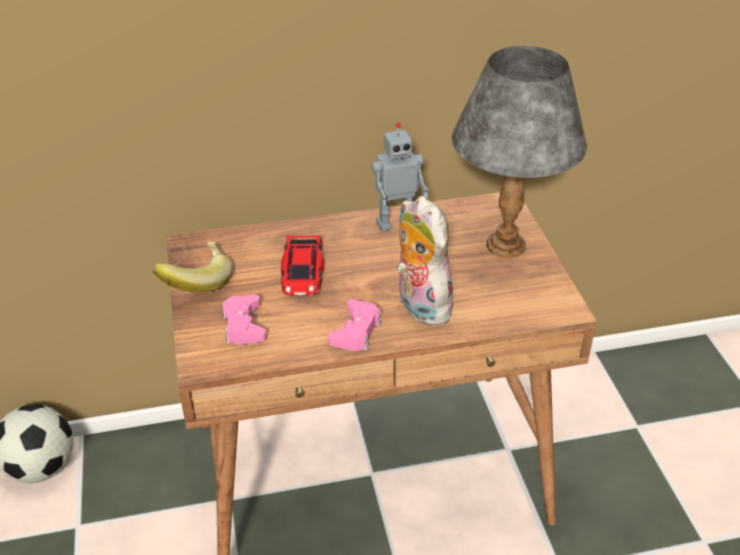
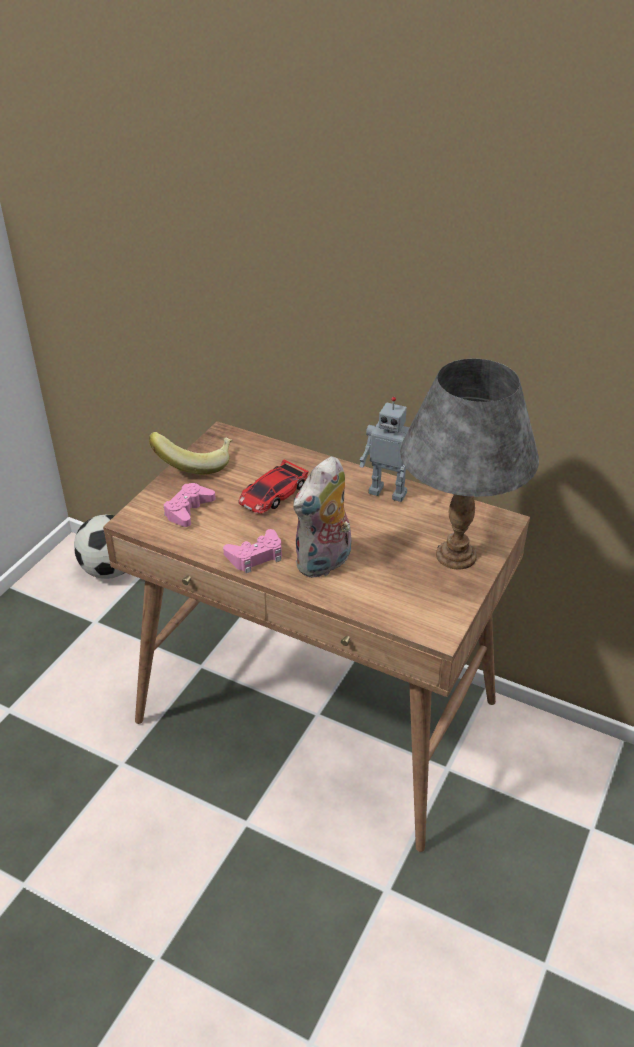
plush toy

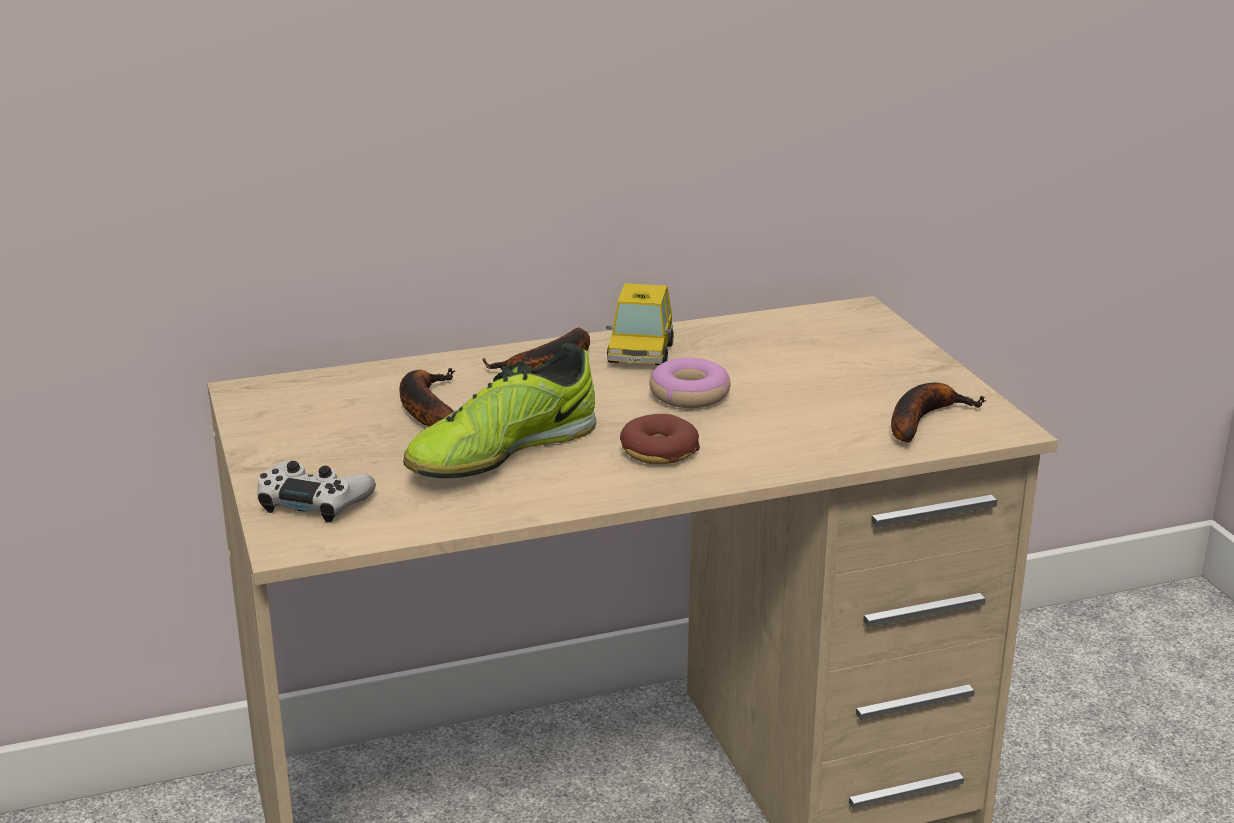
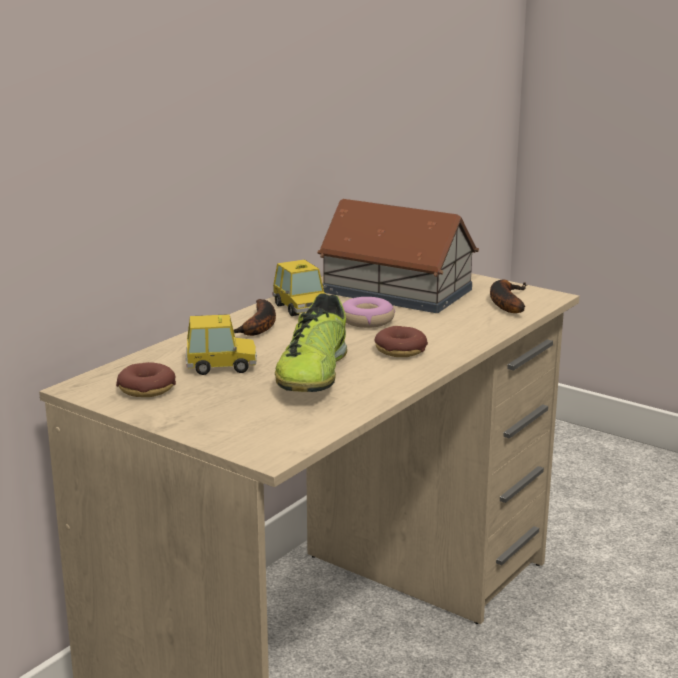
white game controller
donut (1st from left)
toy house
toy car (1st from left)

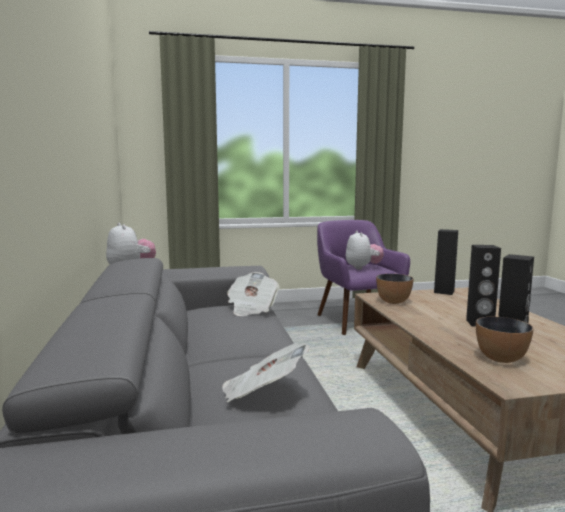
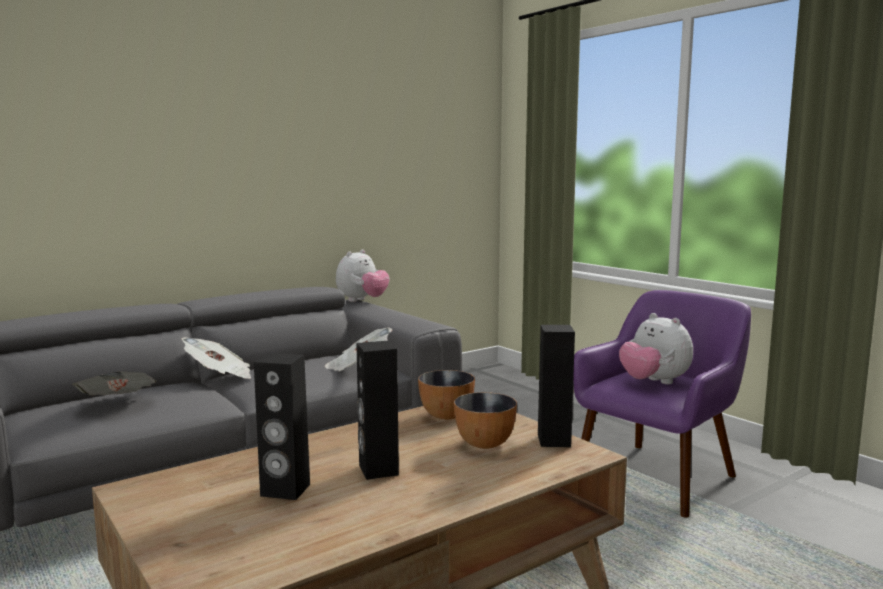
newspaper (2nd from left)
bowl (2nd from left)
plush toy (2nd from left)

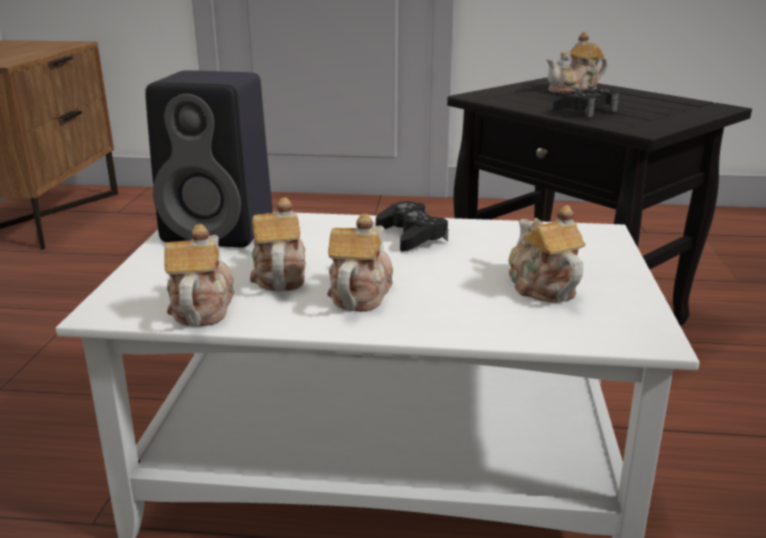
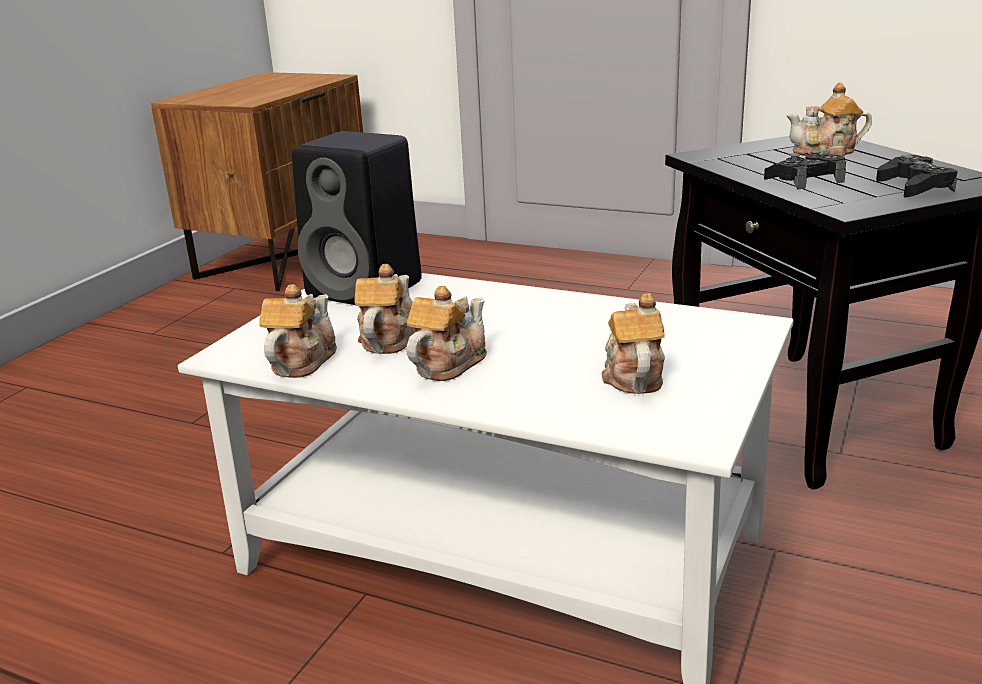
black game controller (2nd from left)

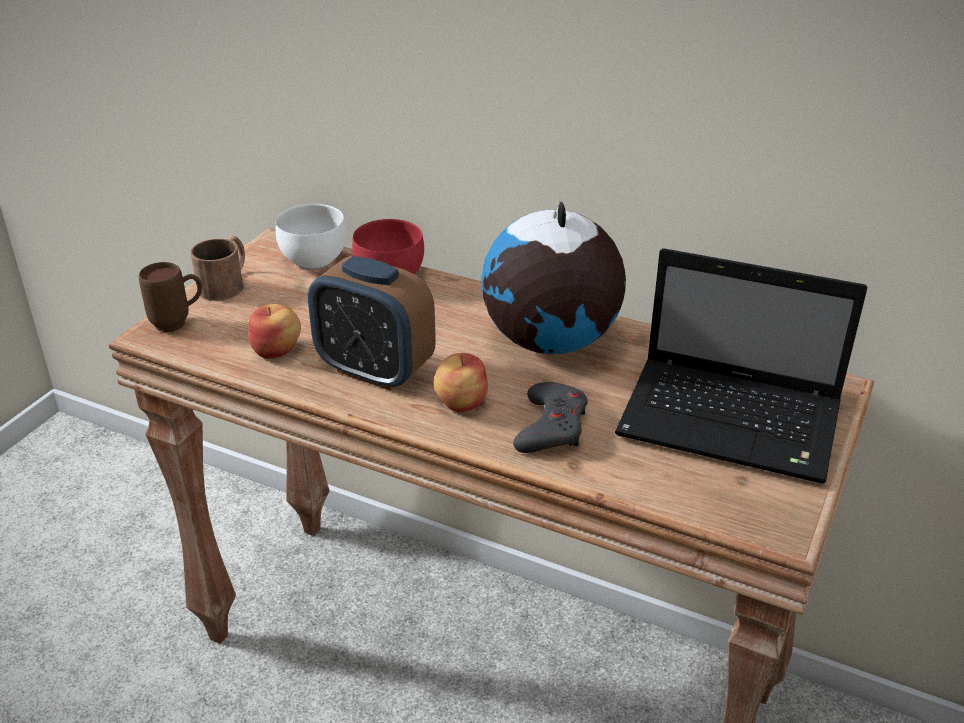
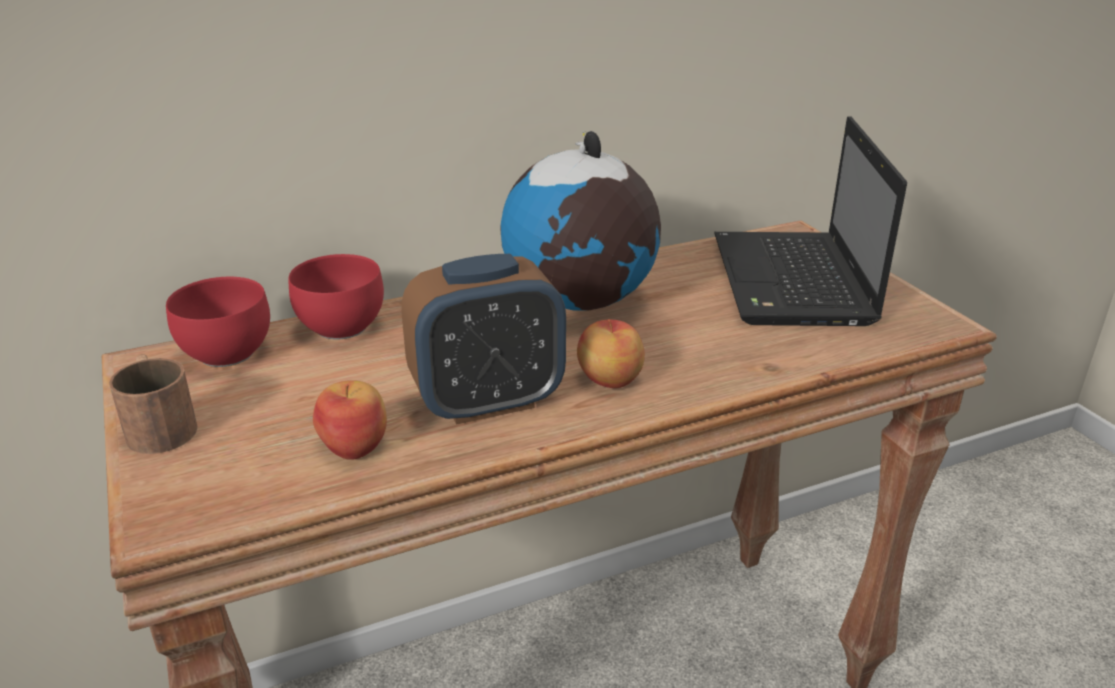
brown mug (1st from left in the first image)
grey game controller
red bowl (1st from left)
laptop

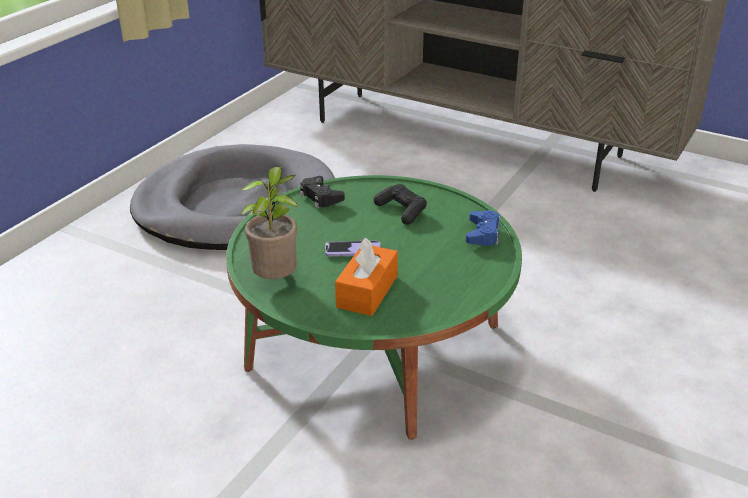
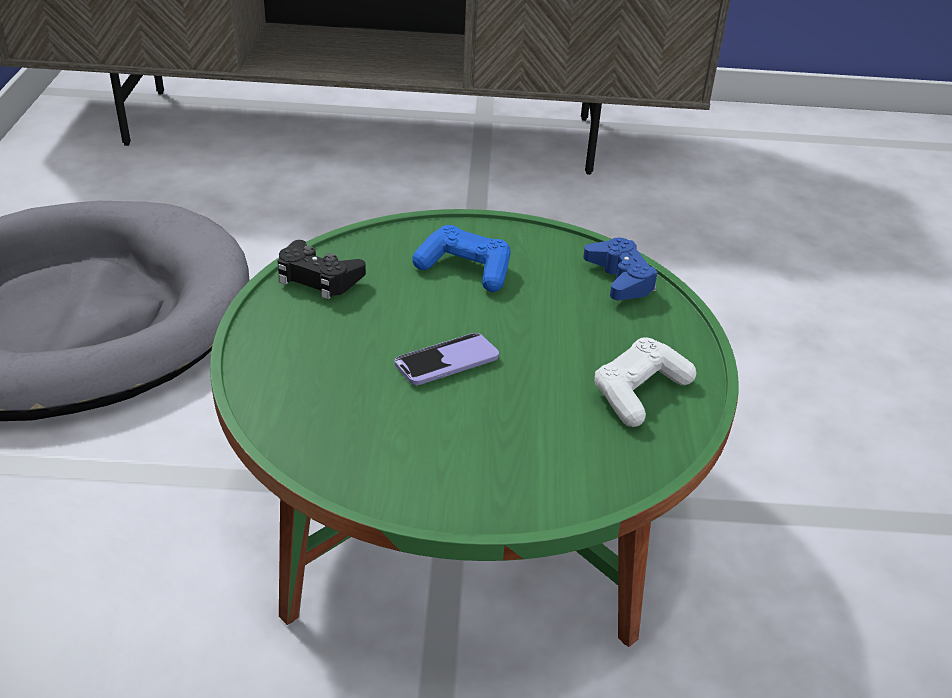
potted plant
orange tissue box
white game controller
blue game controller (1st from left)

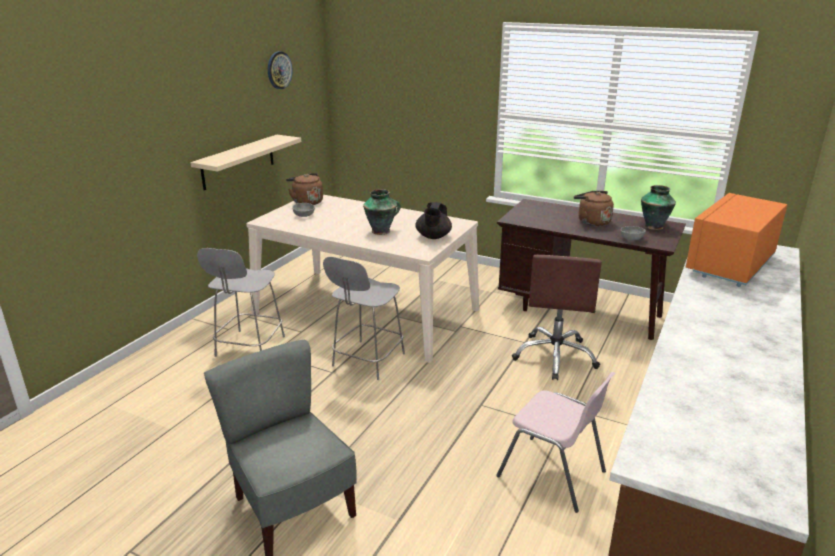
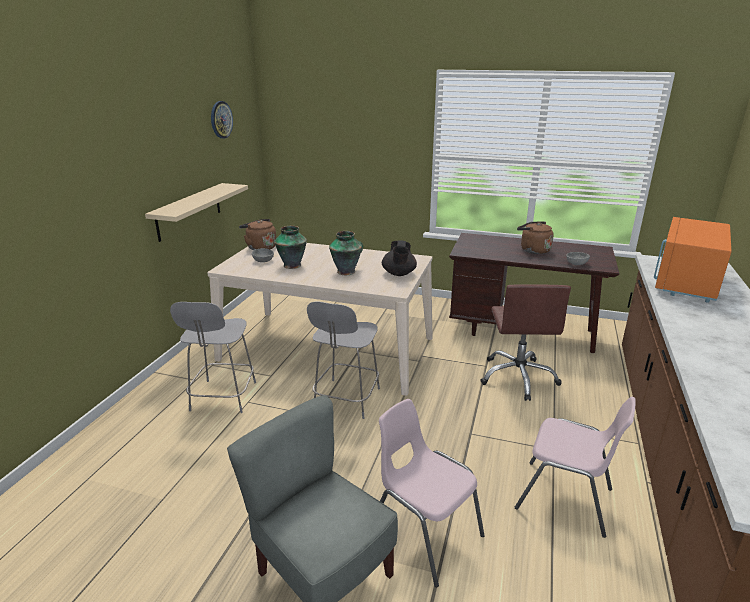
pink chair (1st from left)
vase (1st from left)

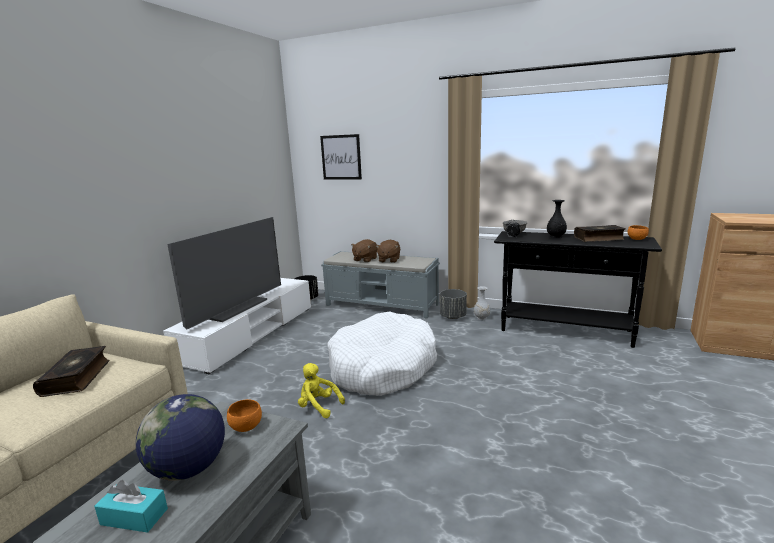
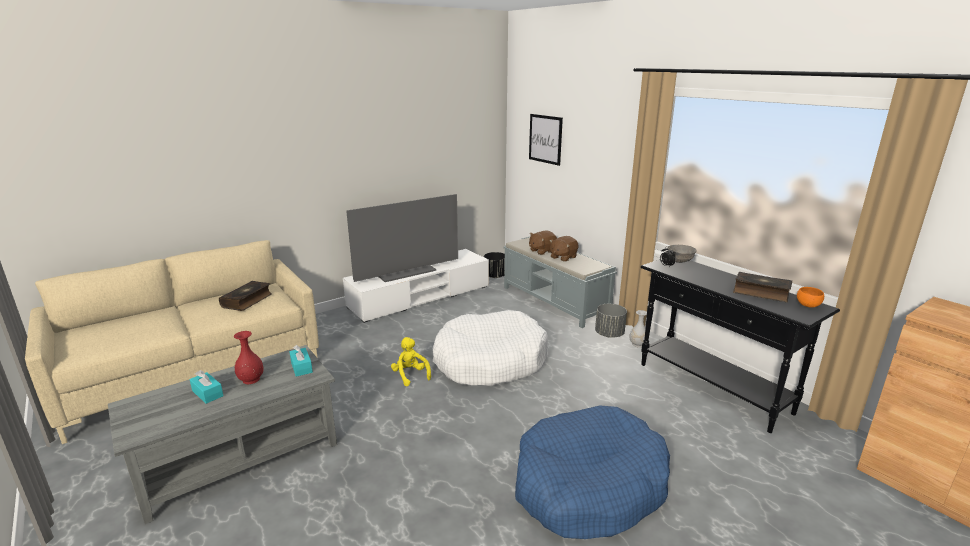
black vase
blue dog bed
red vase
turquoise tissue box (2nd from left)

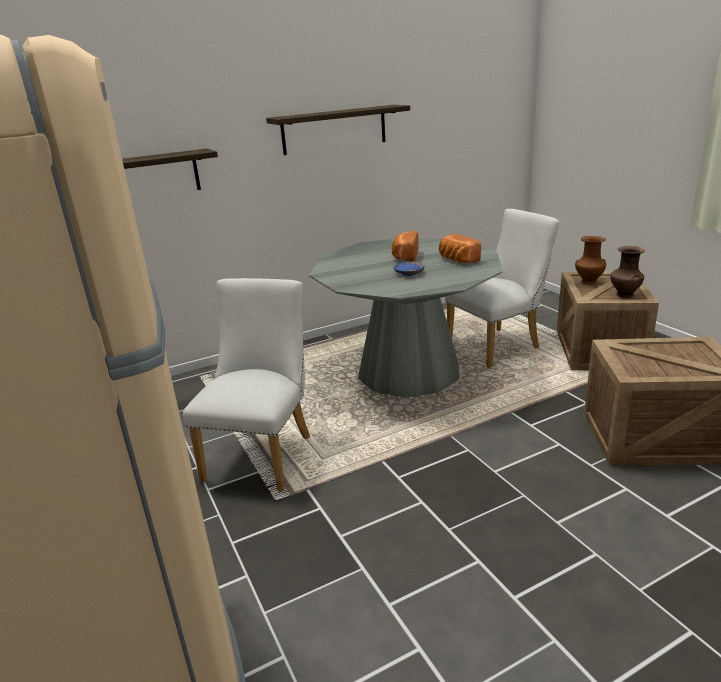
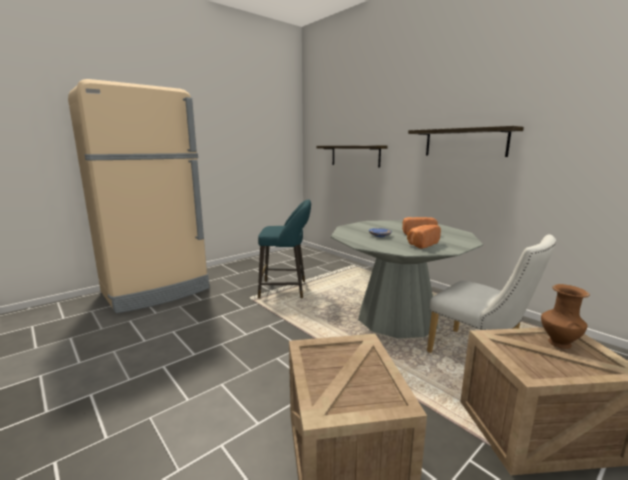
brown vase (2nd from left in the first image)
turquoise stool

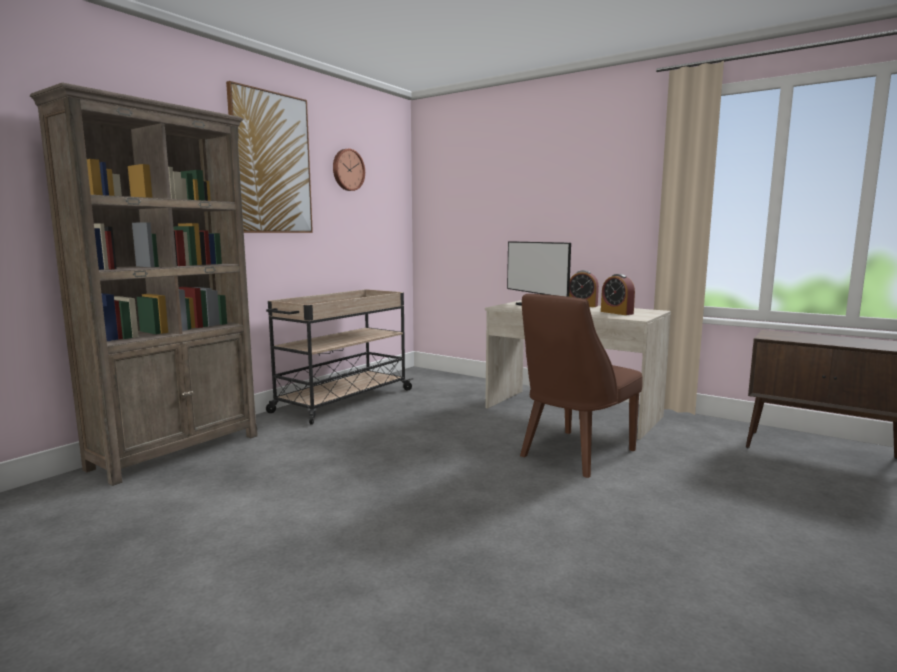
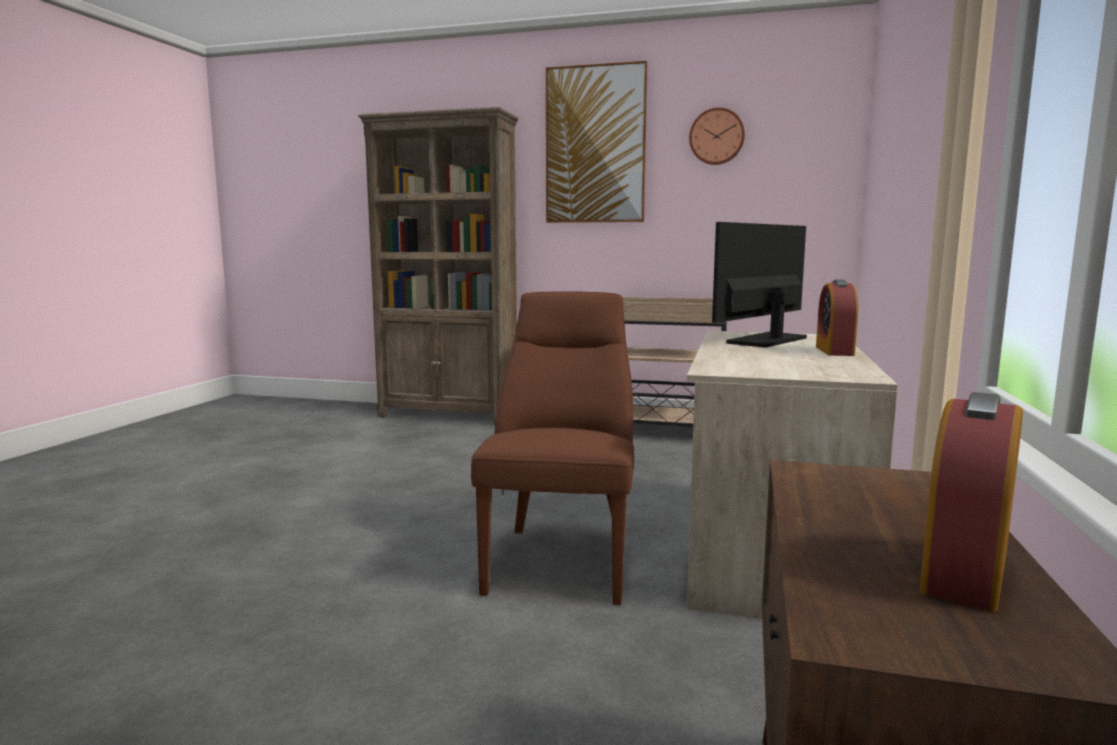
alarm clock (2nd from left)
brown chair

